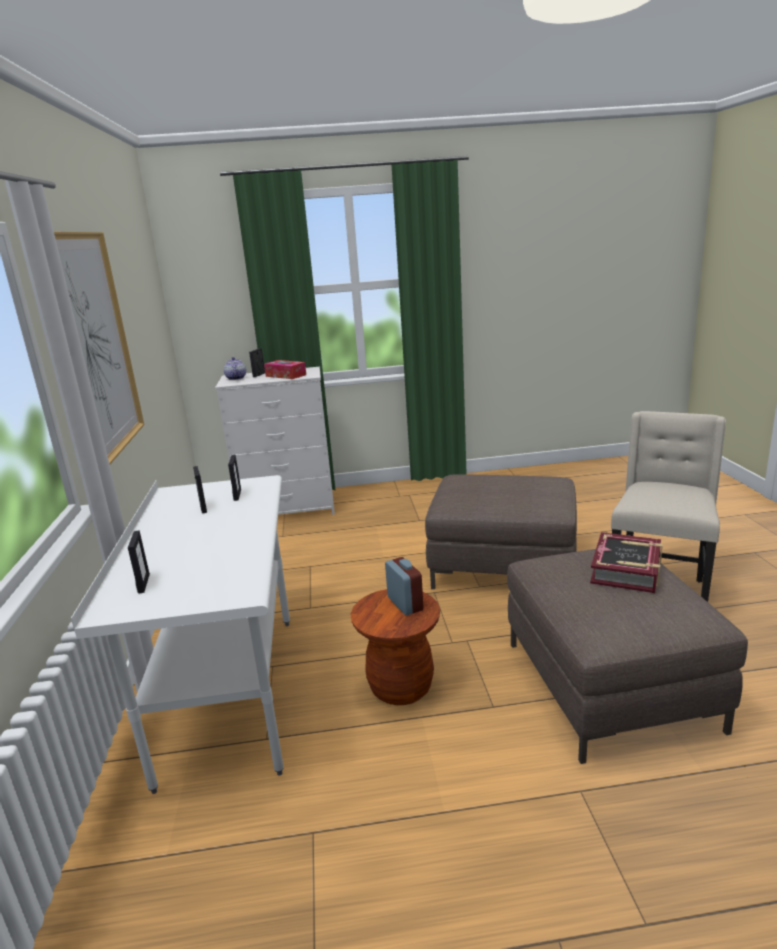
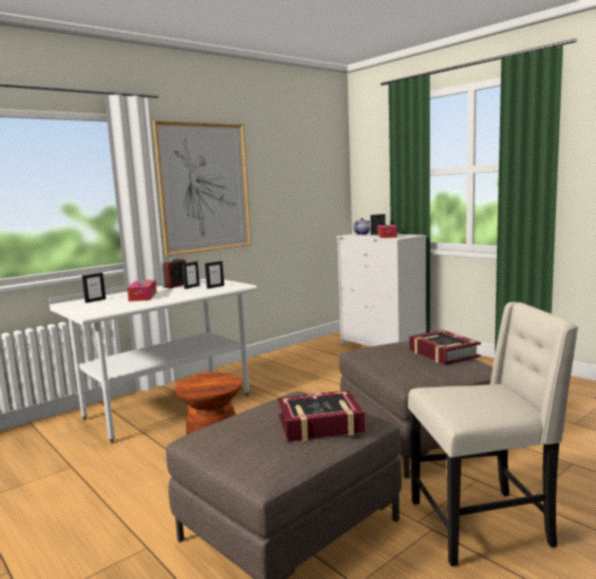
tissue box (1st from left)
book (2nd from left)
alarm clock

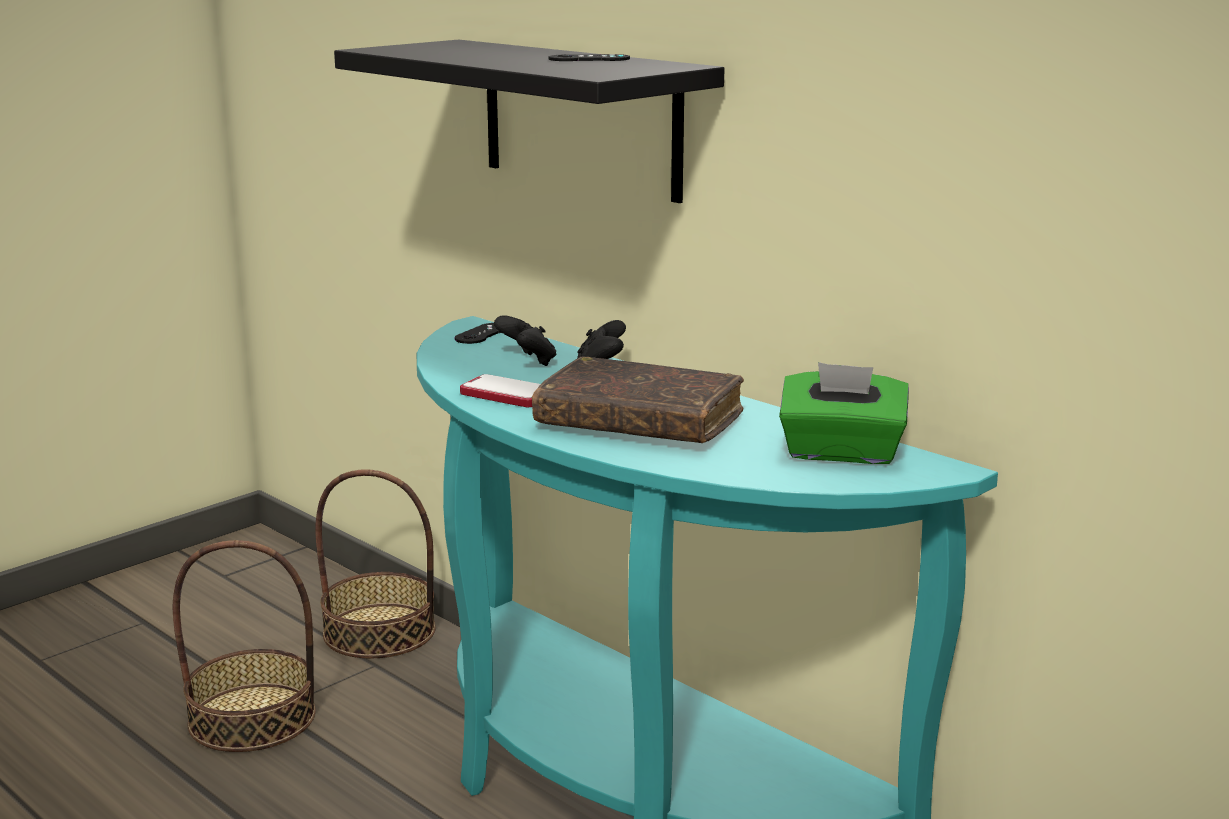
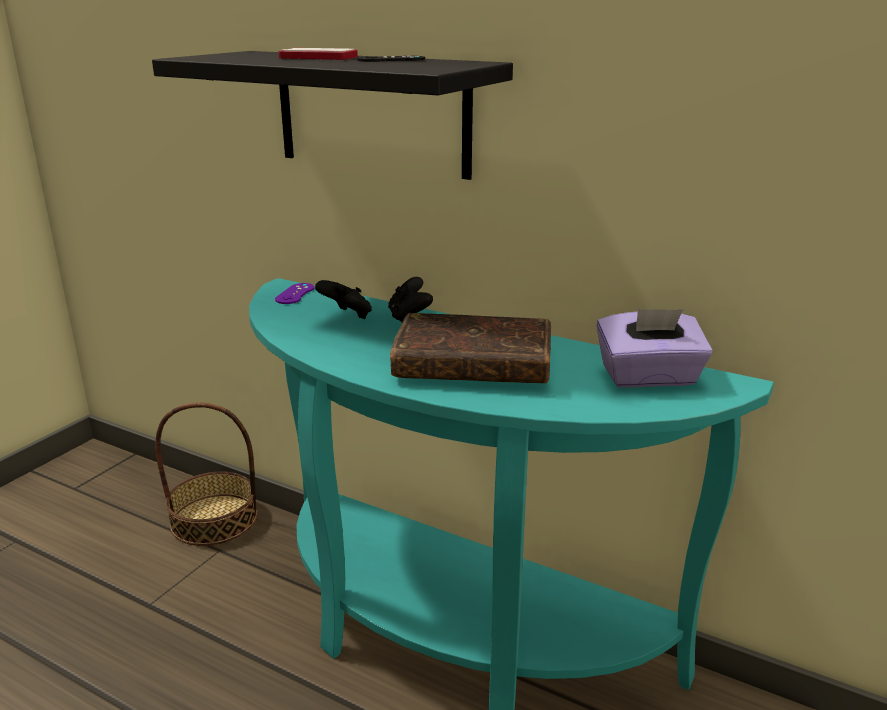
basket (1st from left in the first image)
phone
purple game controller
purple tissue box

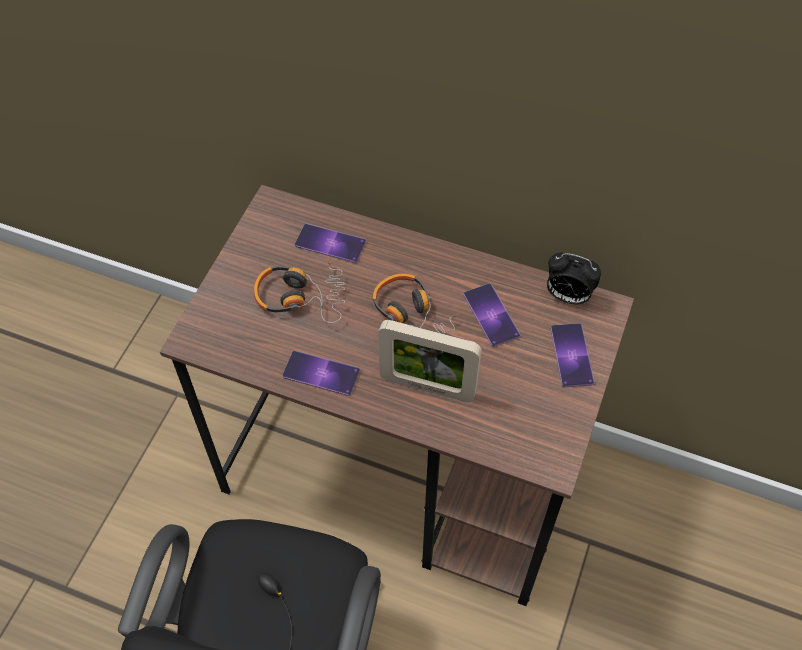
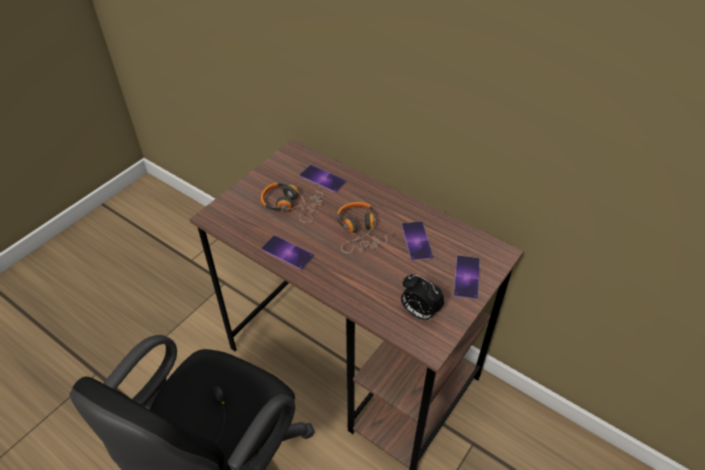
picture frame
alarm clock

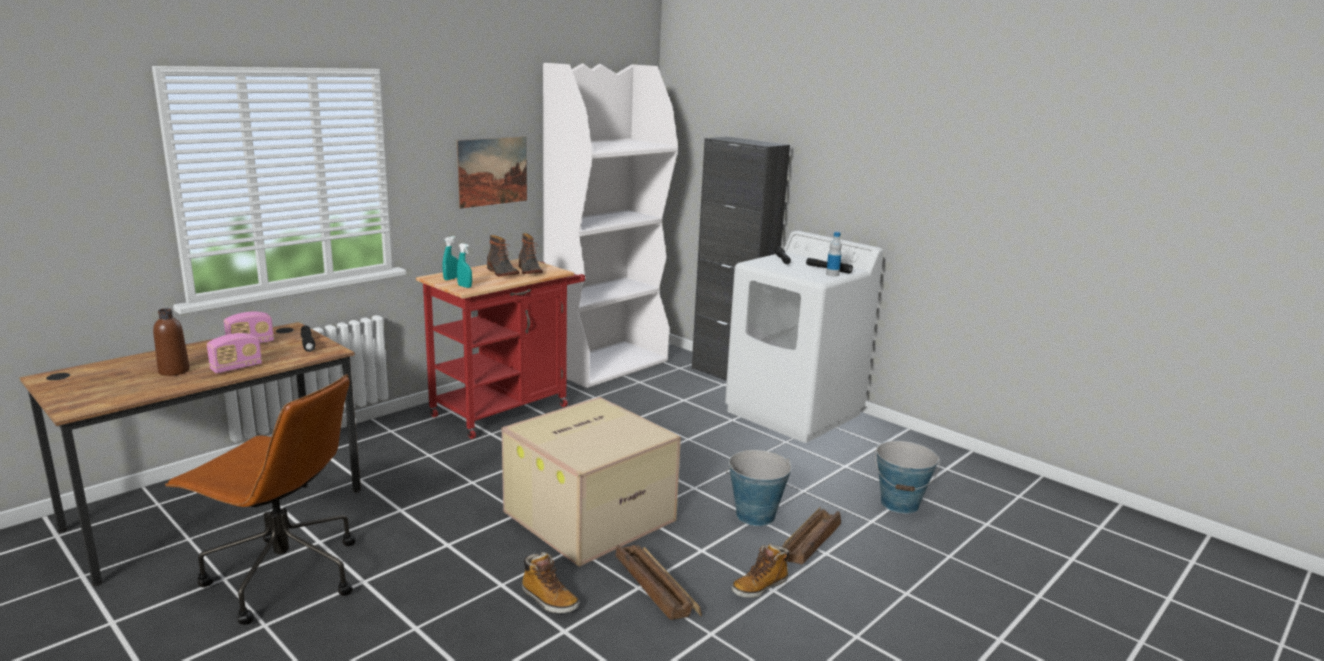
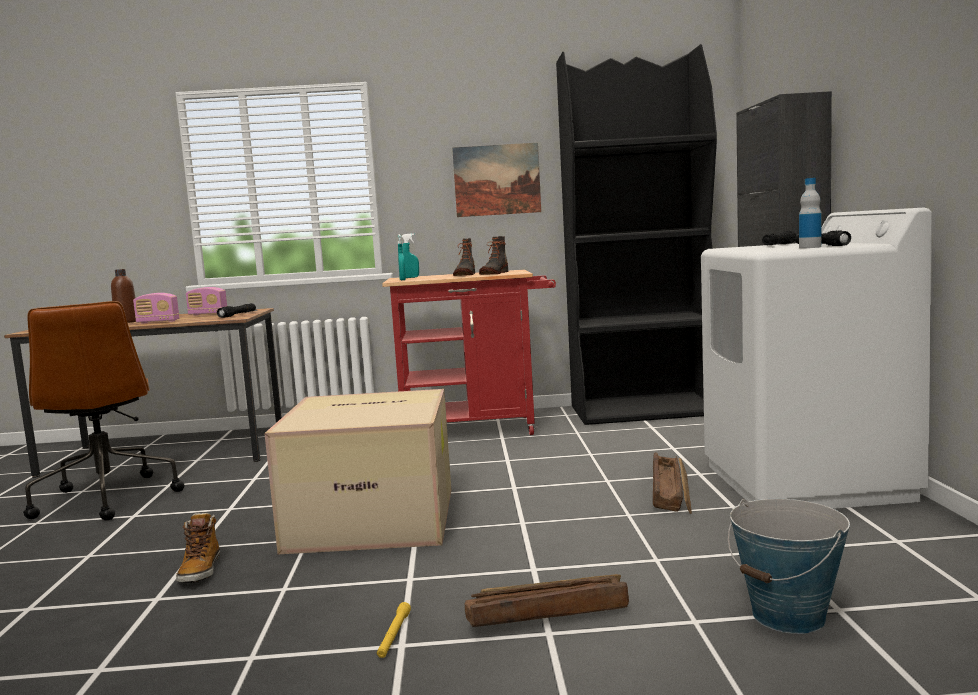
bucket (1st from left in the first image)
crate (2nd from left)
yellow flashlight
black bookcase

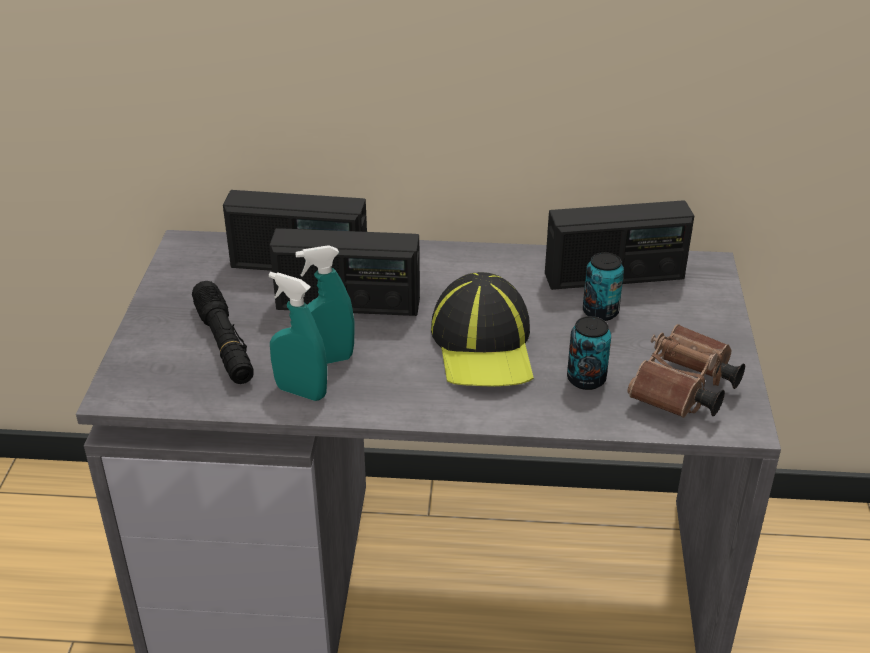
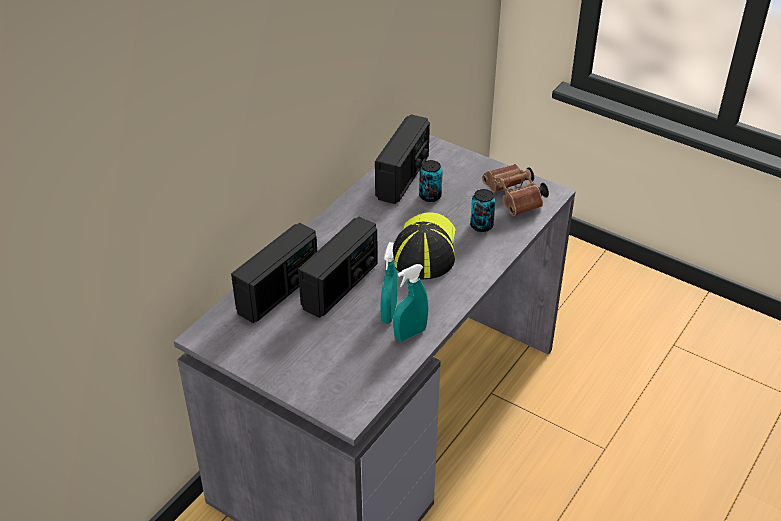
black flashlight
cap

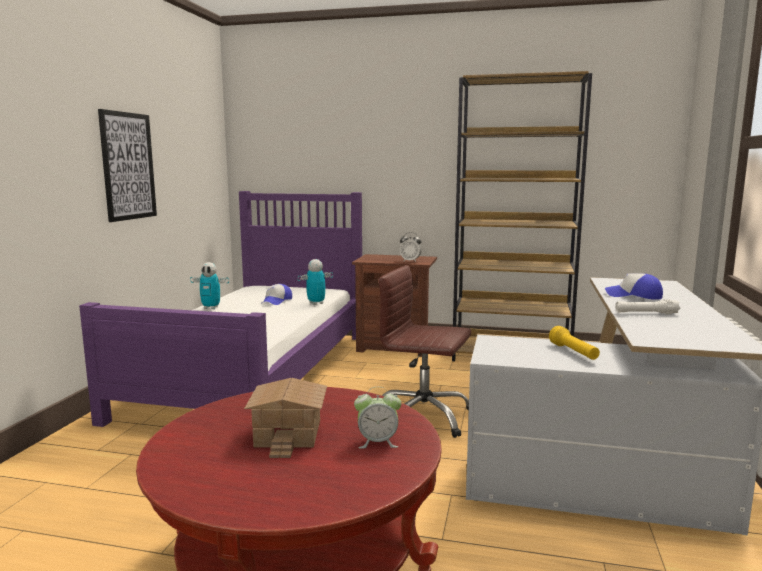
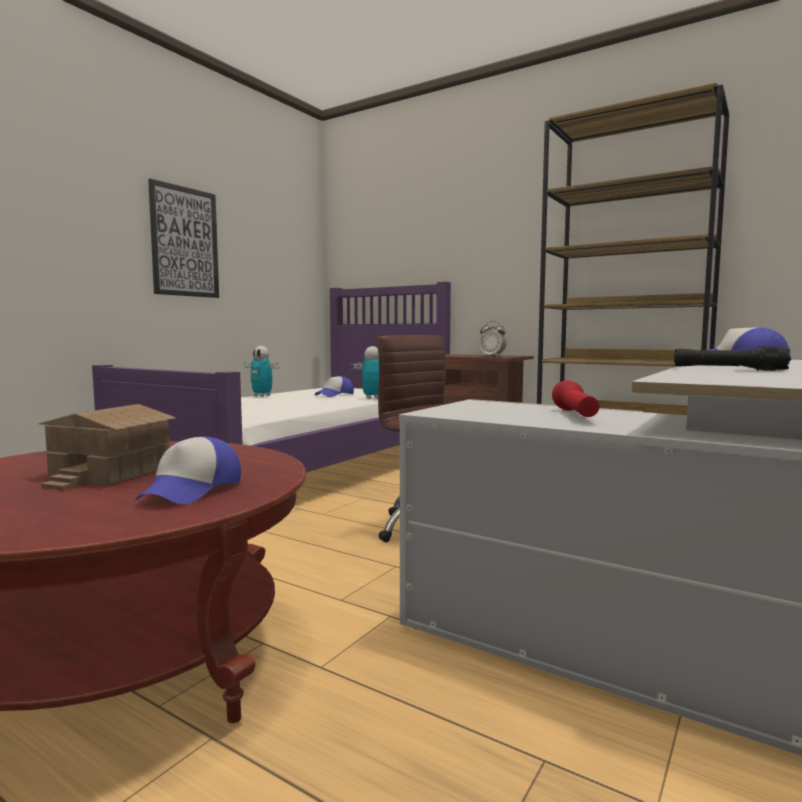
cap (1st from left)
red flashlight
black flashlight

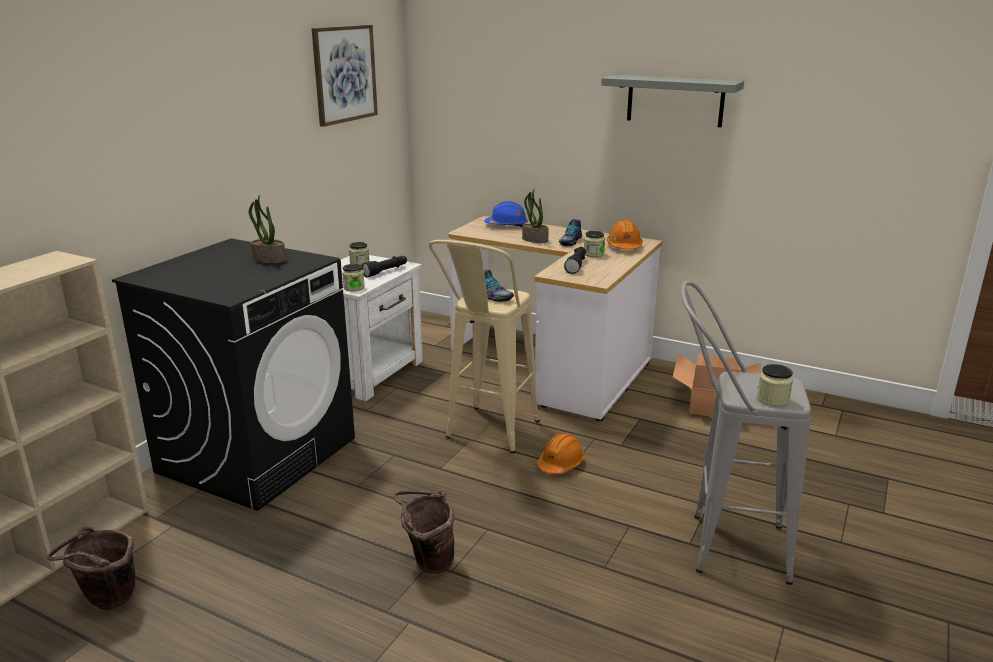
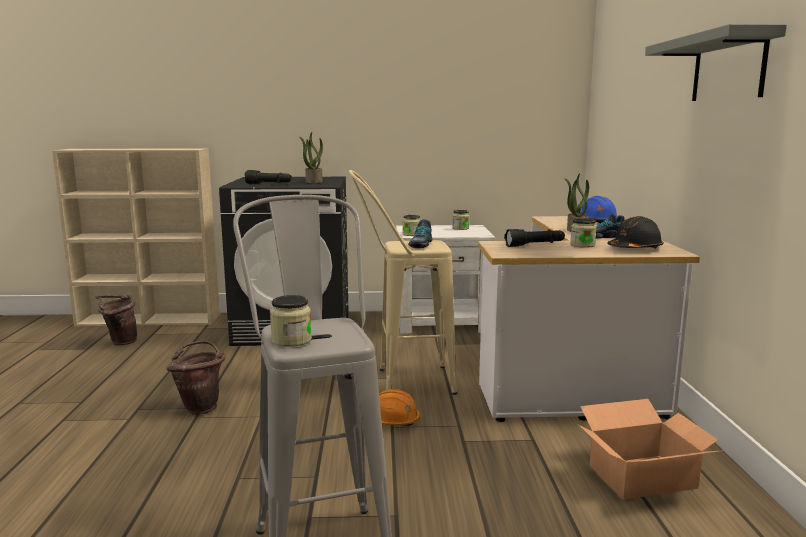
picture
black flashlight (1st from left)
black hard hat

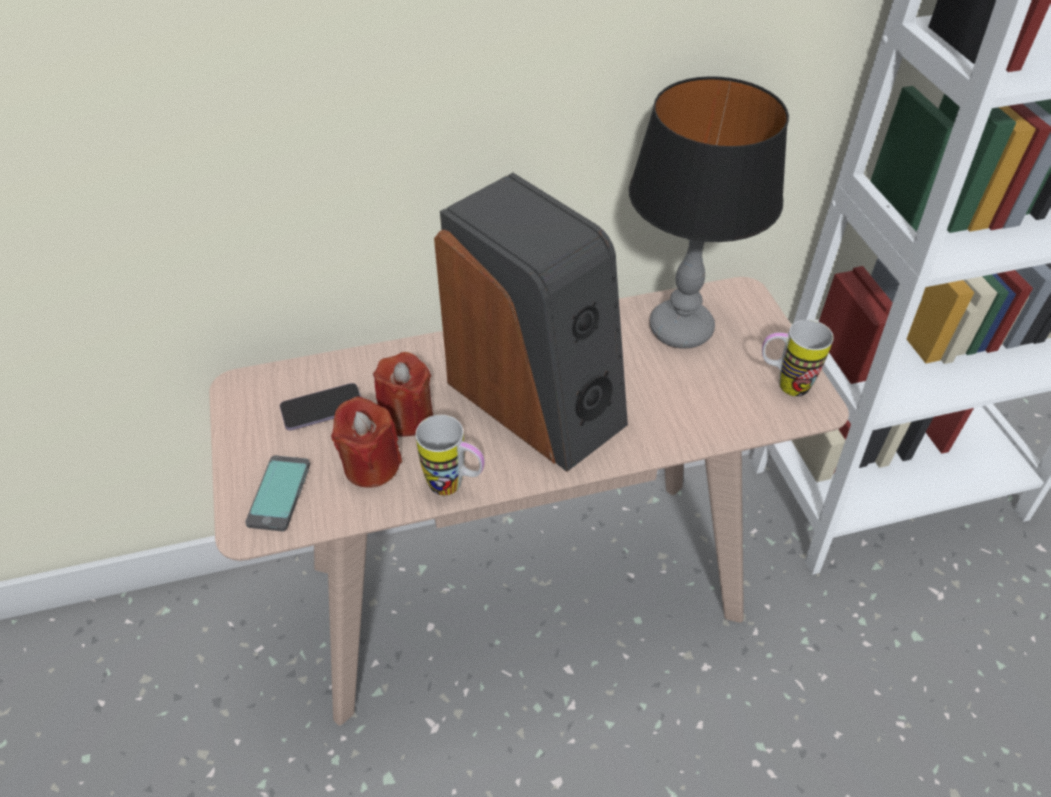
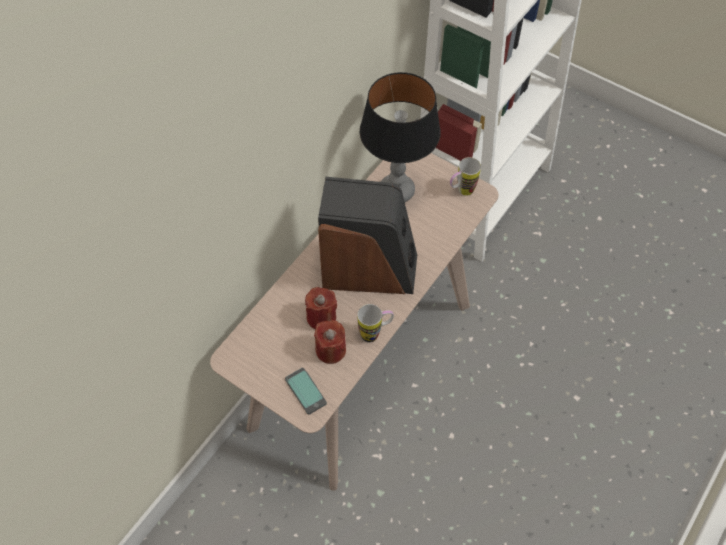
phone (2nd from left in the first image)

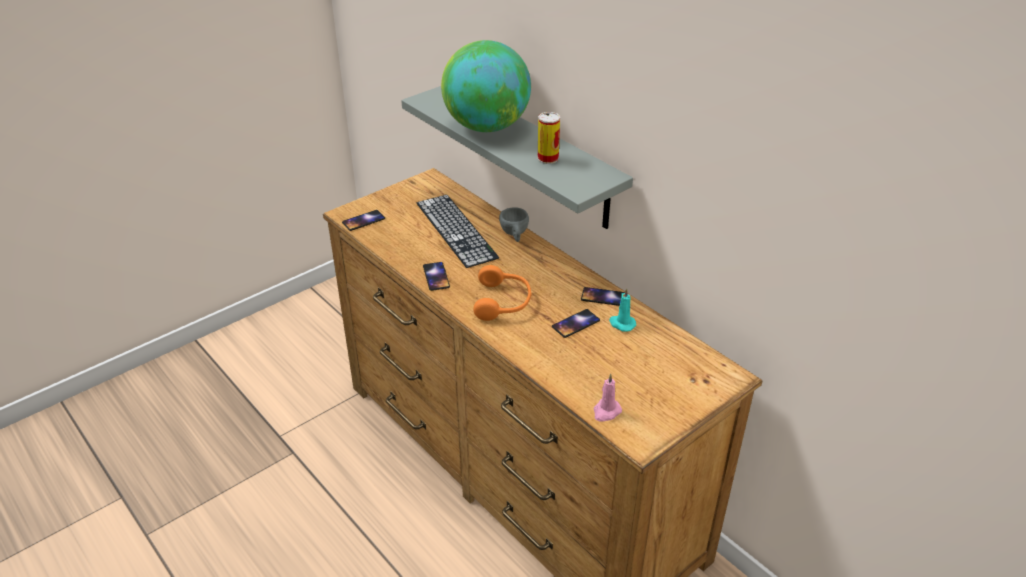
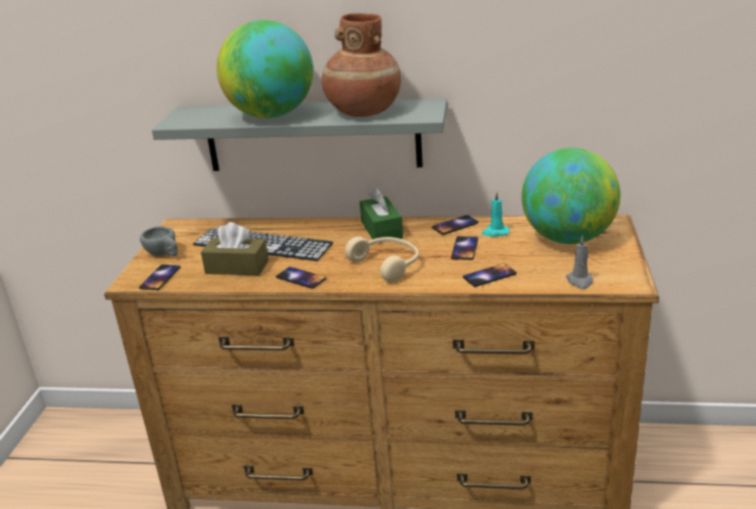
brown tissue box
green tissue box
phone (5th from left)
globe (2nd from left)
grey cup
brown vase
beige headphones
grey candle

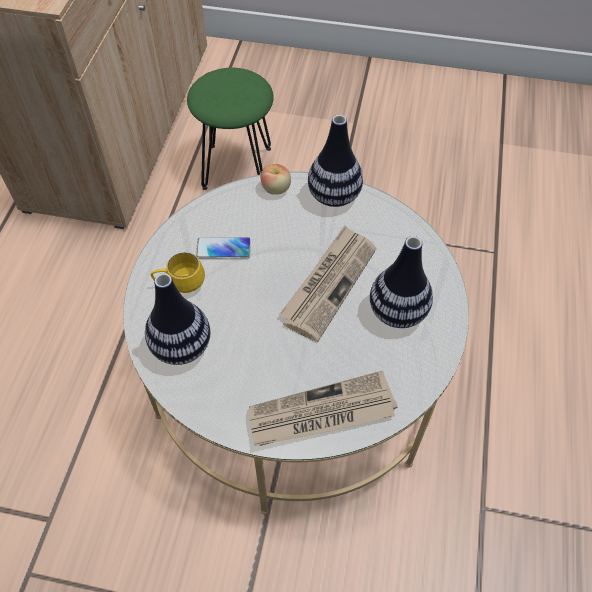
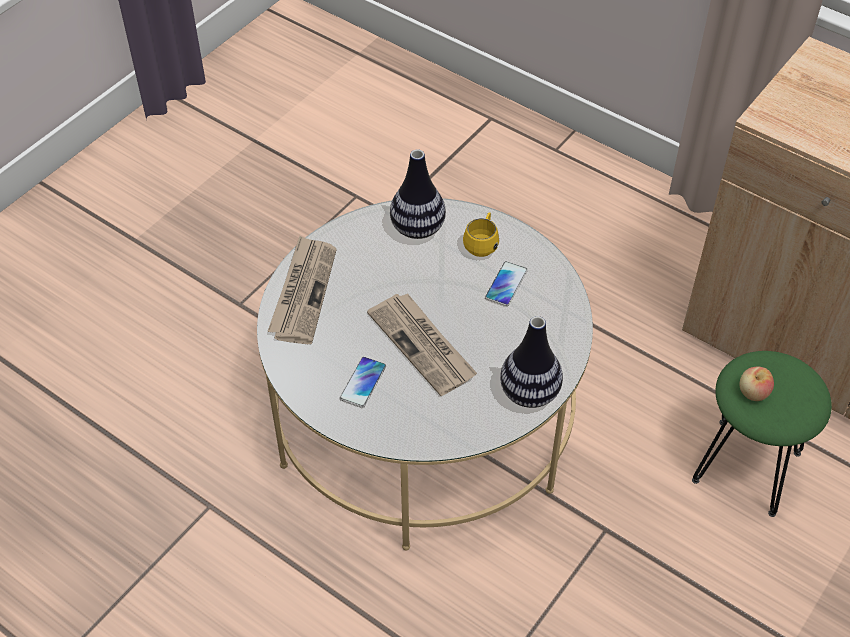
apple
phone (1st from left)

